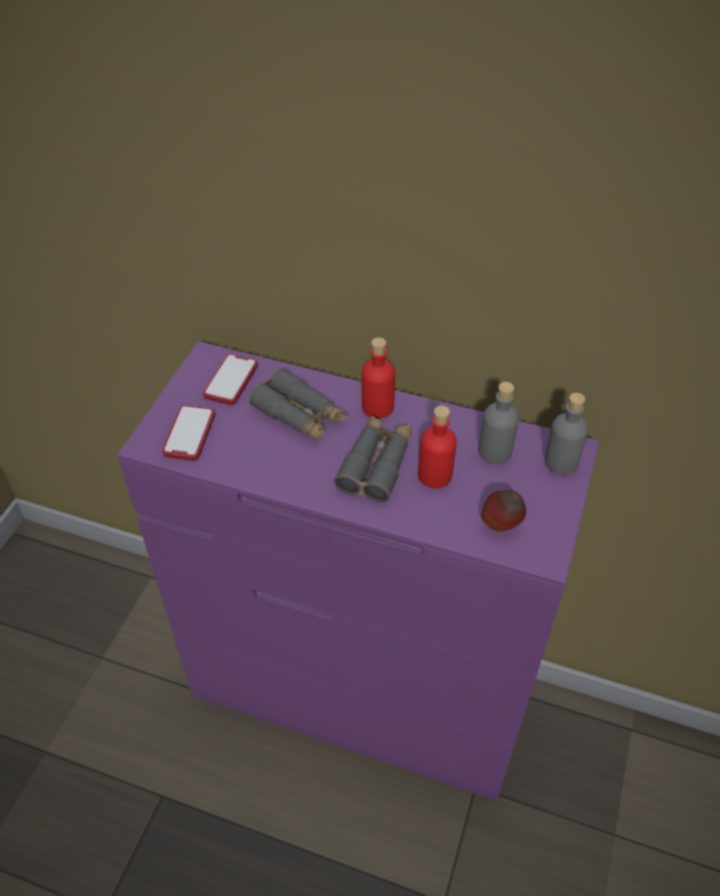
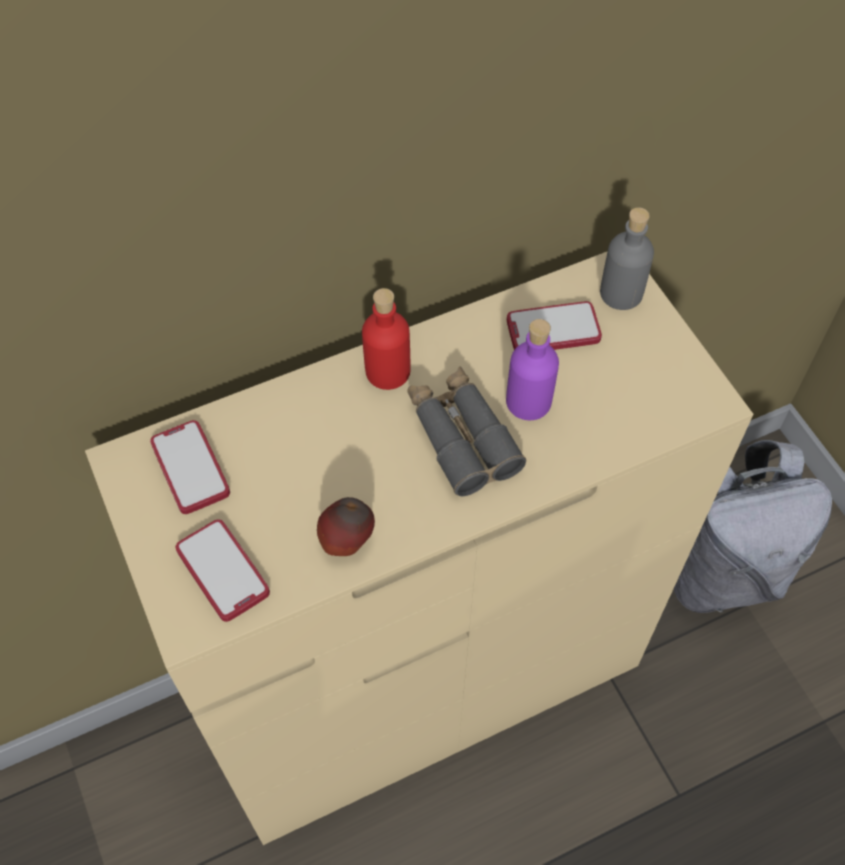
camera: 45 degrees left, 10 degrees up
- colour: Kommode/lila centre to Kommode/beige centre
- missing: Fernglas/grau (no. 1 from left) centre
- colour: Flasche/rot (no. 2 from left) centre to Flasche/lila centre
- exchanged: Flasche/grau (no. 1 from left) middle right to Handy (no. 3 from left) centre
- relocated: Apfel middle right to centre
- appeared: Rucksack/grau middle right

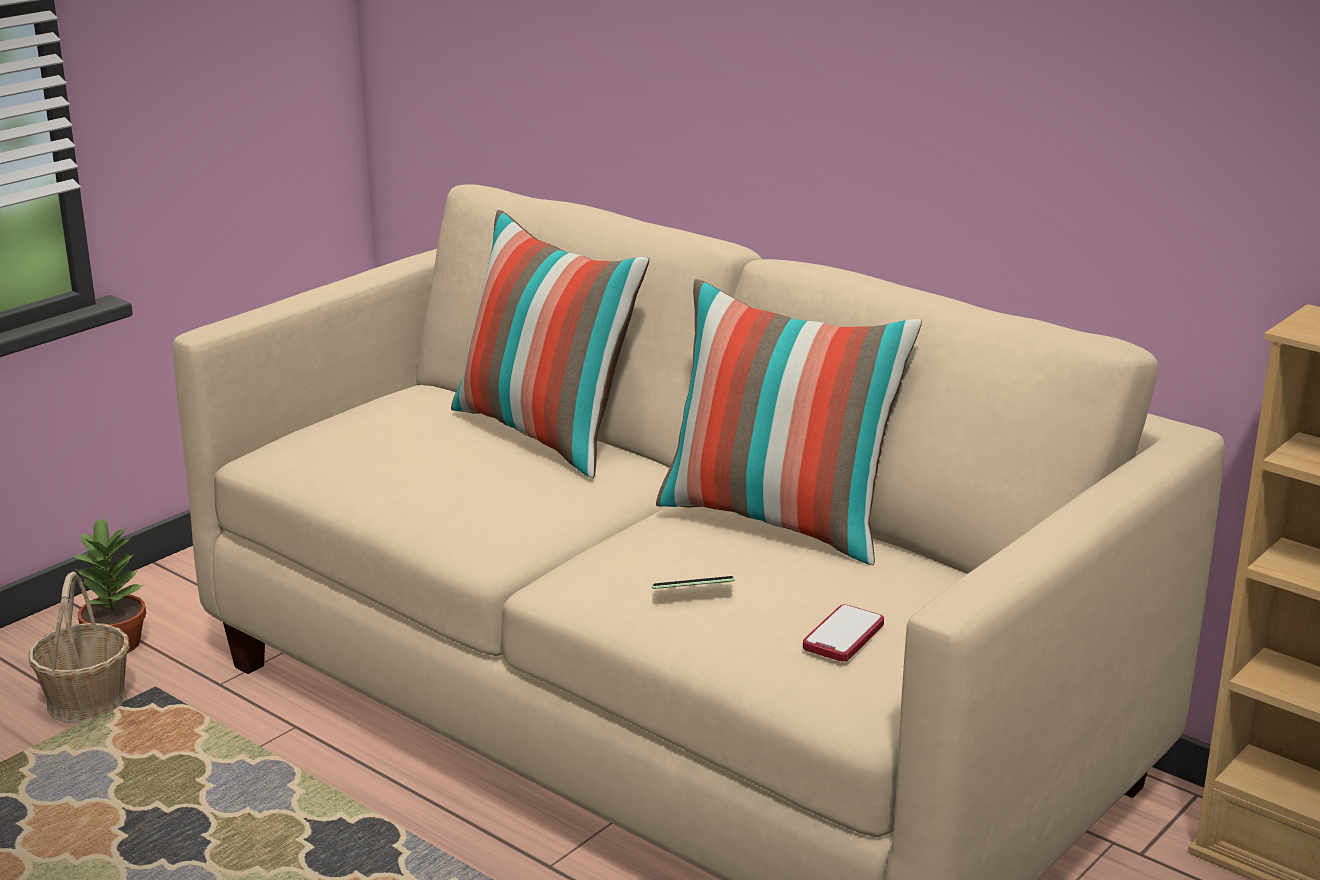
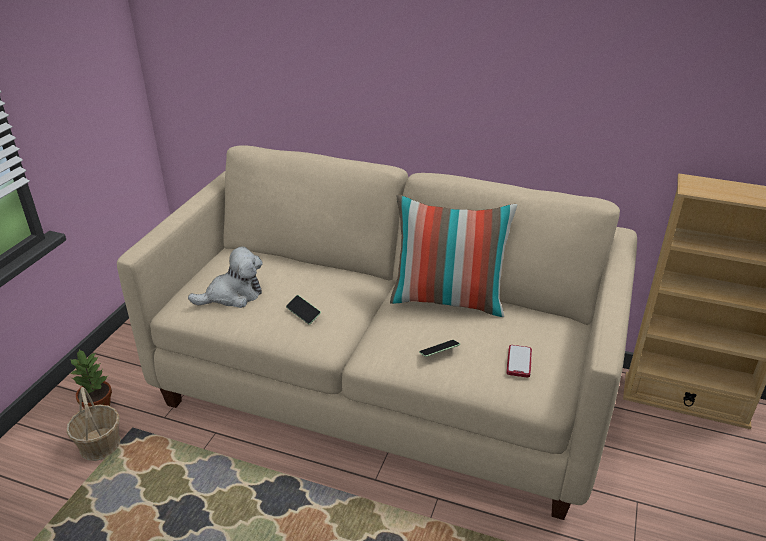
camera: 20 degrees left, 10 degrees up
- missing: Kissen (no. 1 from left) centre
- appeared: Plüschtier middle left
- appeared: Handy (no. 1 from left) centre

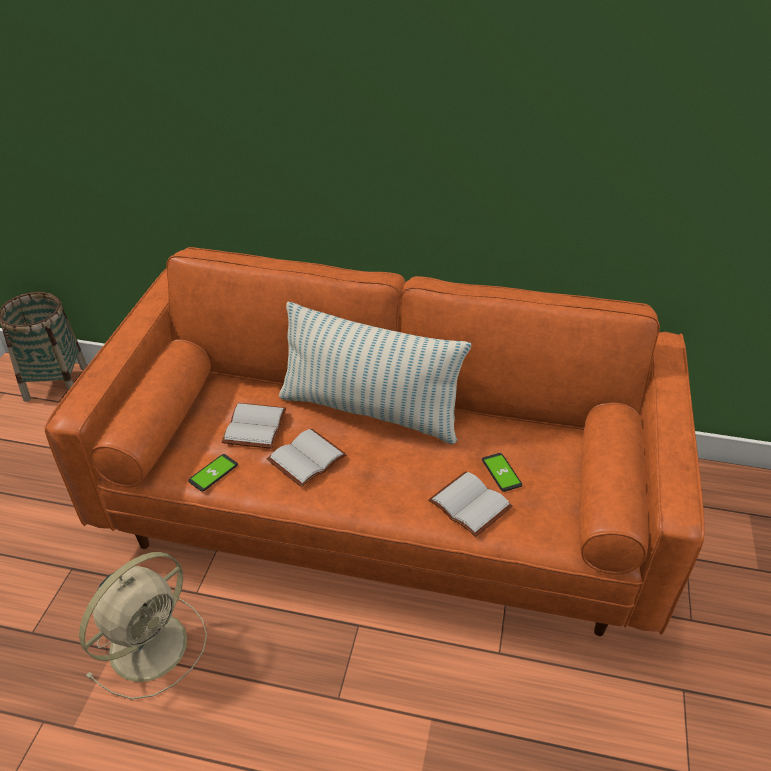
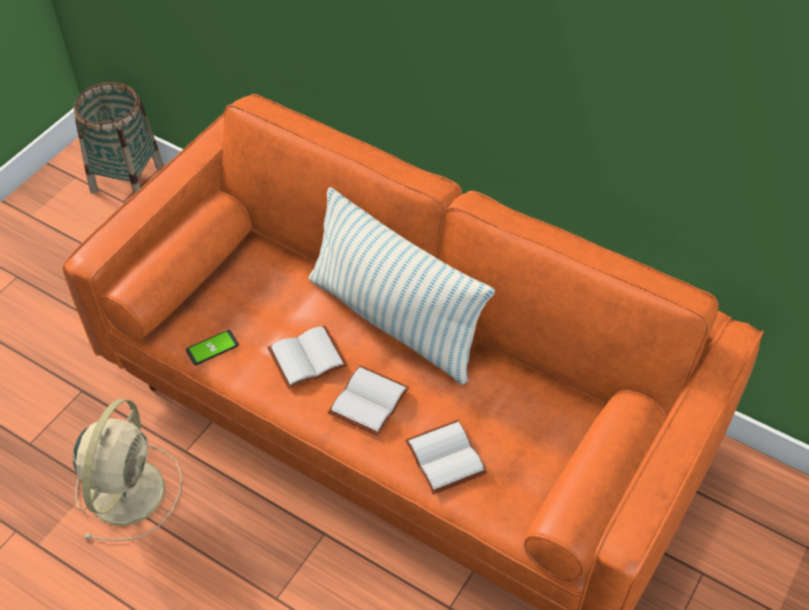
camera: 20 degrees right, 10 degrees up
- spun: Ventilator/beige bottom left = bottom left 45 degrees counterclockwise
- relocated: Buch/weiß (no. 1 from left in the first image) middle left to Buch/weiß (no. 2 from left) centre
- missing: Handy (no. 2 from left) centre

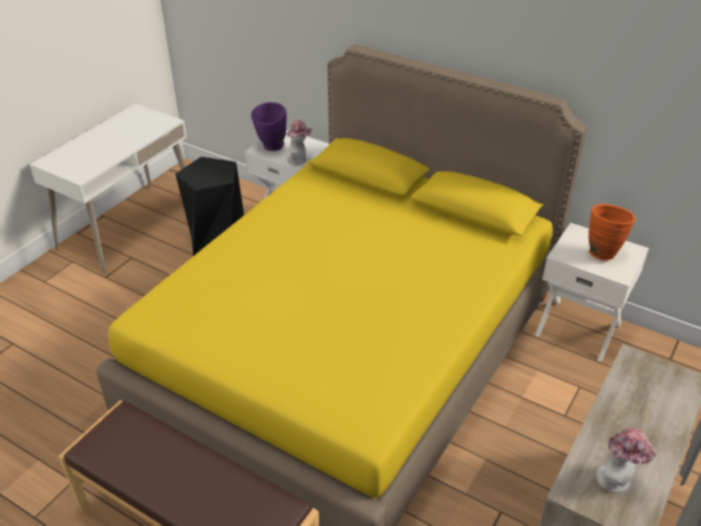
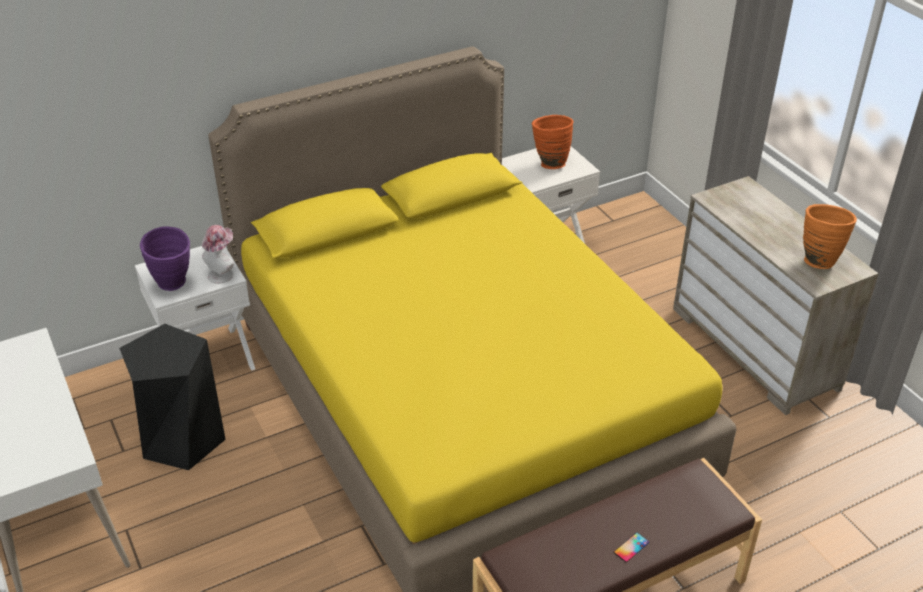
camera: 60 degrees left, 0 degrees up
- exchanged: Hut (no. 2 from left) bottom right to Vase/orange (no. 2 from left) middle right
- appeared: Handy bottom right

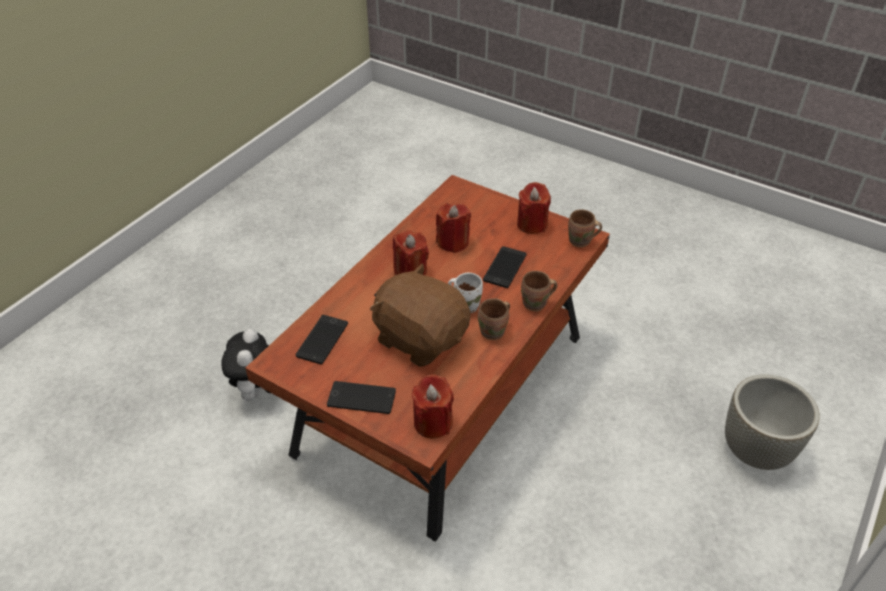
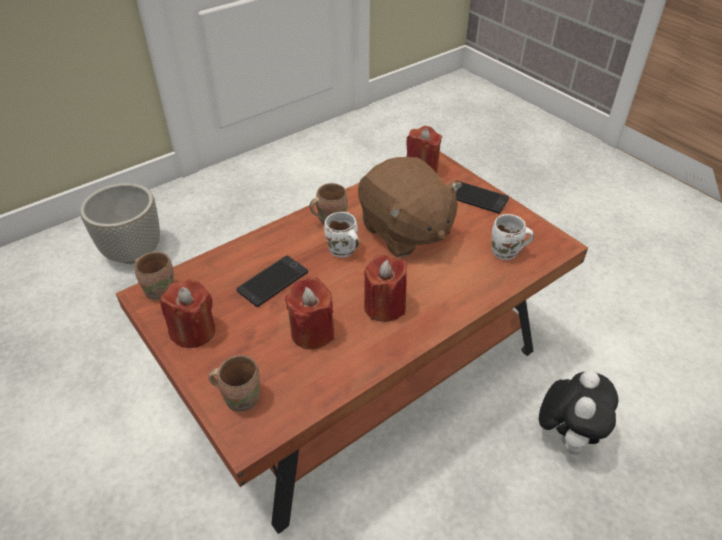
camera: 160 degrees left, 0 degrees up
- exchanged: Handy (no. 1 from left) centre to Henkelbecher/weiß (no. 2 from left) middle right
- relocated: Henkelbecher/braun (no. 2 from left) centre to bottom left

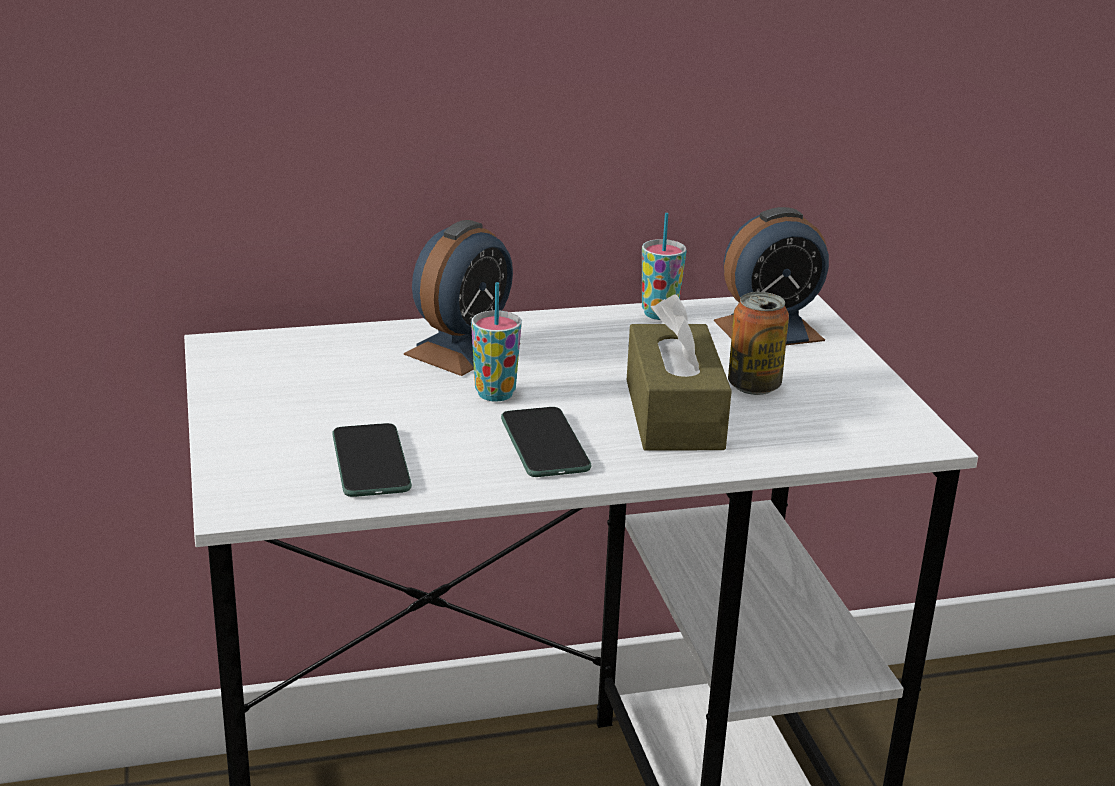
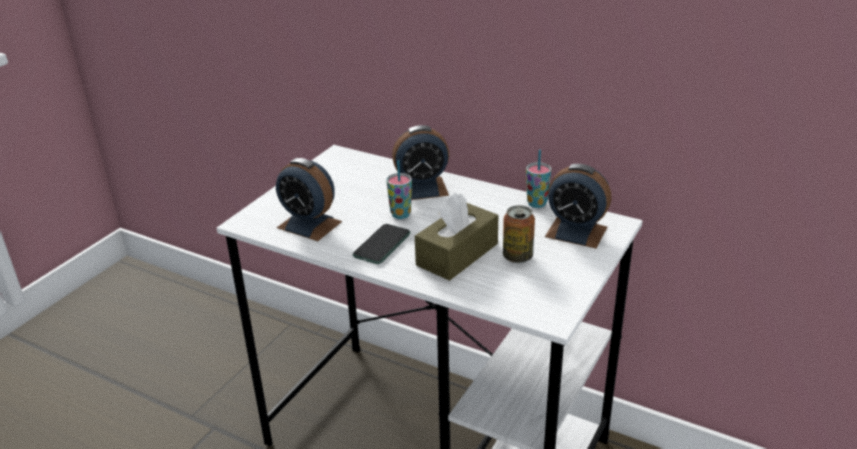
camera: 45 degrees right, 5 degrees up
- exchanged: Handy (no. 1 from left) centre to Wecker (no. 1 from left) centre

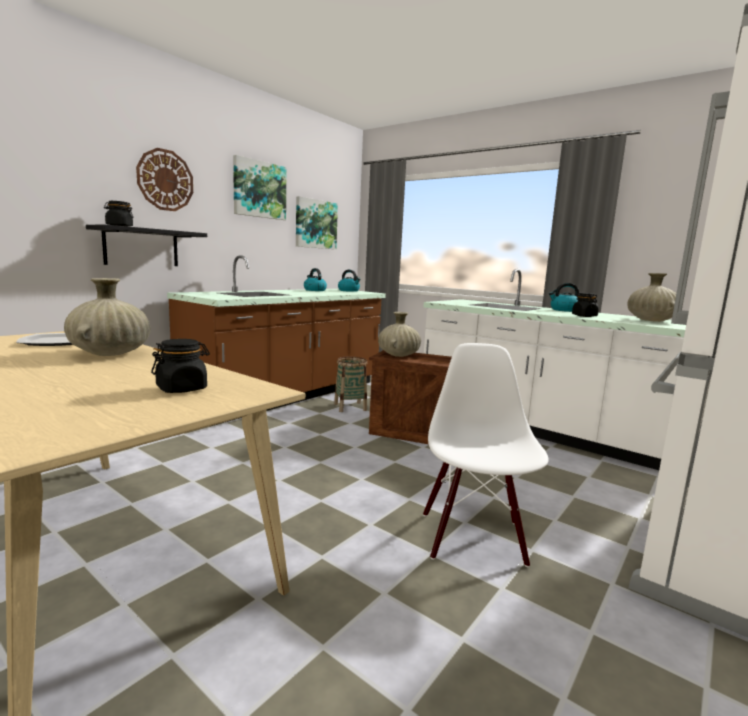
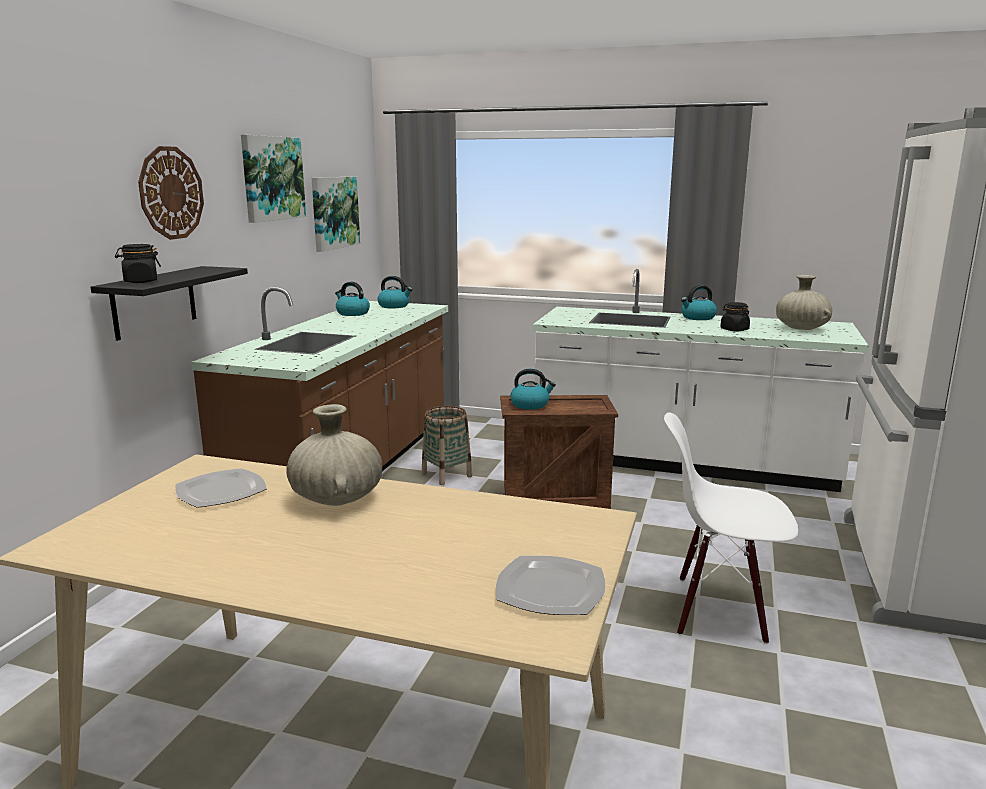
camera: 20 degrees left, 5 degrees up
- missing: Vorratsglas/schwarz (no. 2 from left) middle left
- exchanged: Vase/beige (no. 2 from left) centre to Wasserkessel (no. 3 from left) centre
- spun: Stuhl/weiß centre = bottom right 60 degrees counterclockwise
- appeared: Teller (no. 2 from left) bottom centre

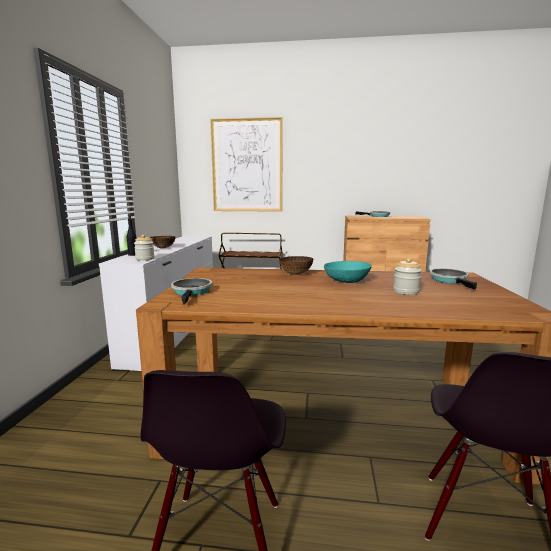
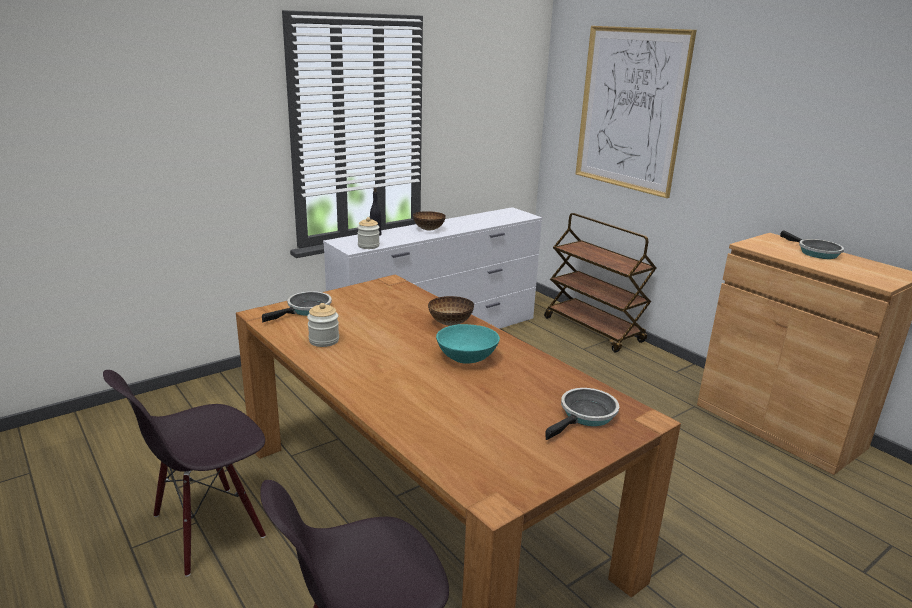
camera: 45 degrees right, 10 degrees up
- relocated: Vorratsglas (no. 2 from left in the first image) middle right to Vorratsglas (no. 1 from left) centre

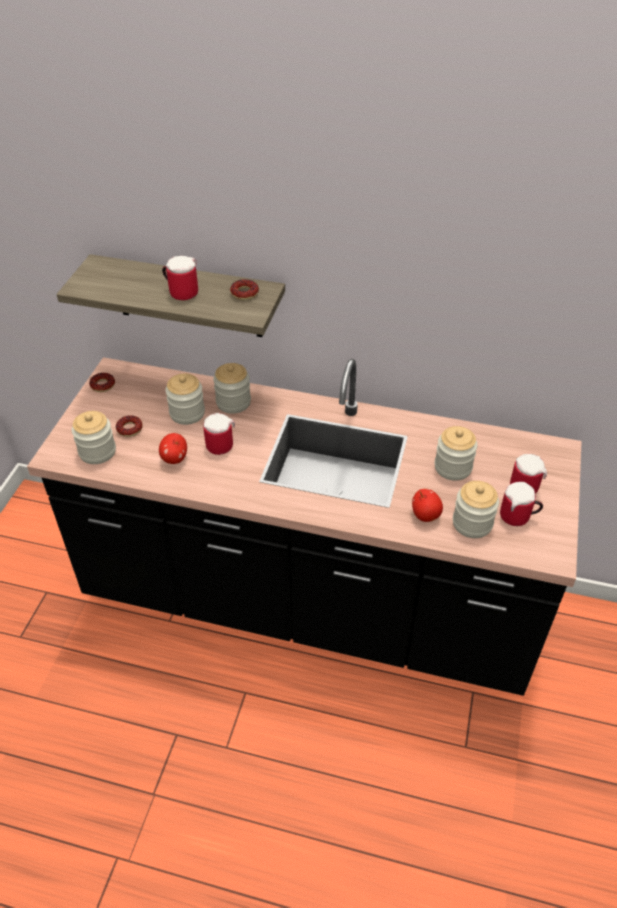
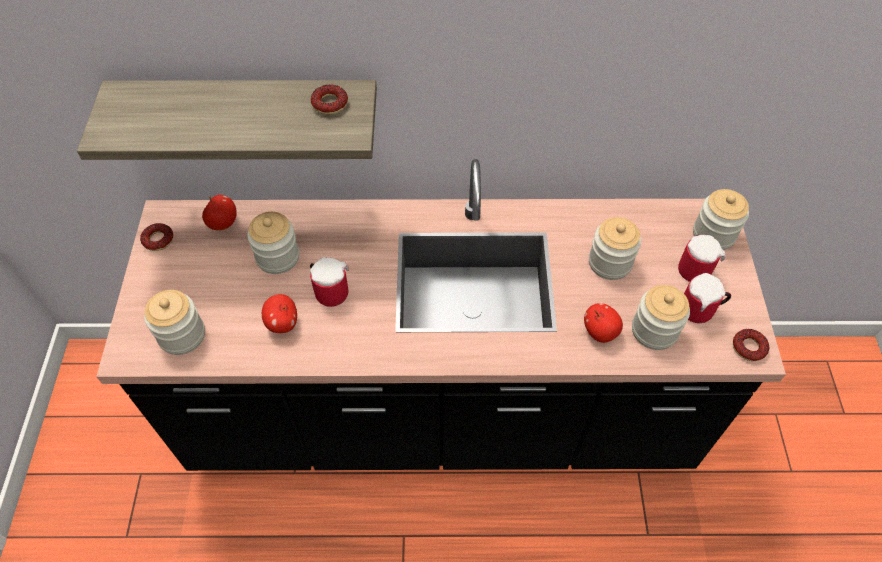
camera: 15 degrees left, 10 degrees up
- relocated: Donut (no. 2 from left in the first image) middle left to Donut (no. 3 from left) middle right
- missing: Henkelbecher (no. 1 from left) top left
- relocated: Vorratsglas (no. 3 from left in the first image) centre to Vorratsglas (no. 5 from left) middle right
- appeared: Apfel (no. 1 from left) middle left

